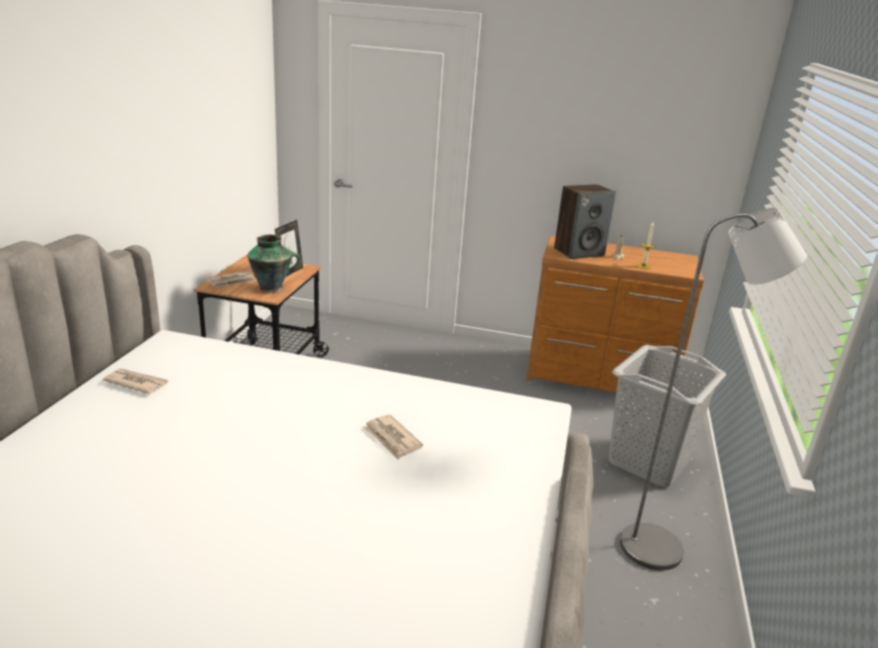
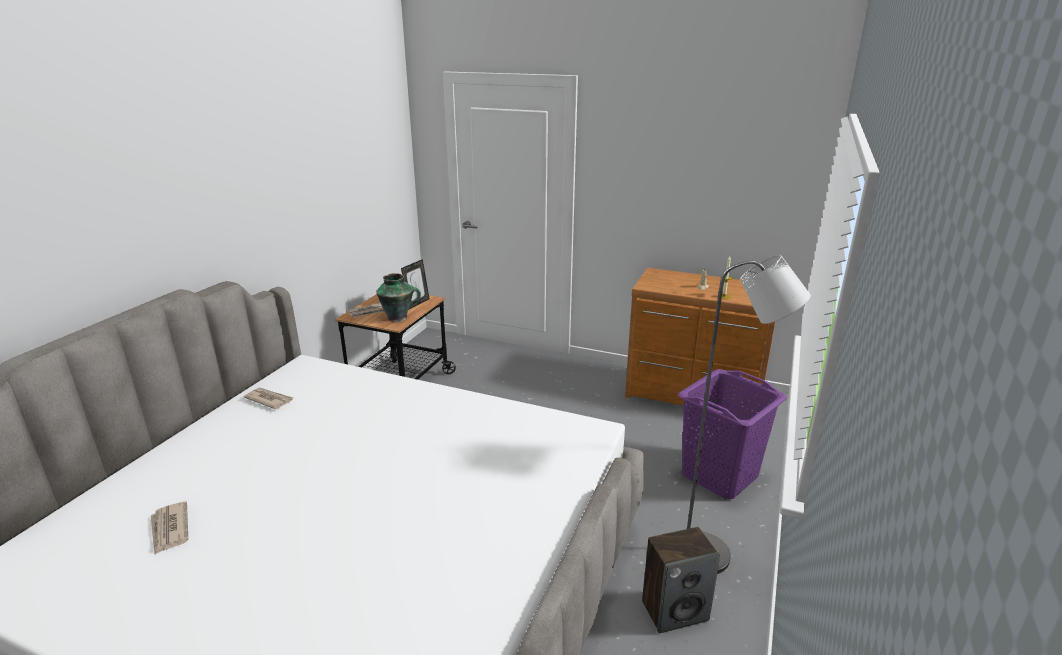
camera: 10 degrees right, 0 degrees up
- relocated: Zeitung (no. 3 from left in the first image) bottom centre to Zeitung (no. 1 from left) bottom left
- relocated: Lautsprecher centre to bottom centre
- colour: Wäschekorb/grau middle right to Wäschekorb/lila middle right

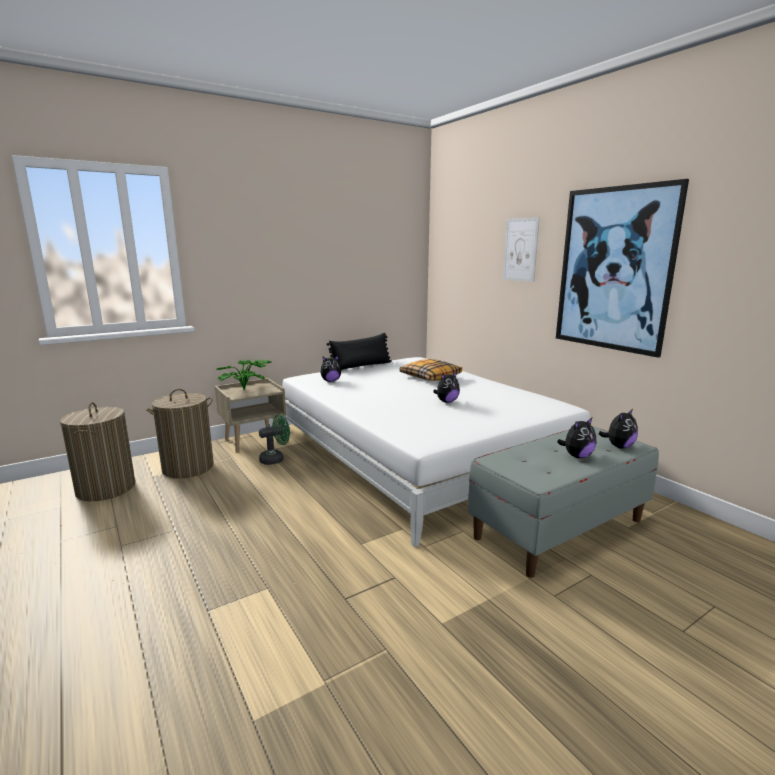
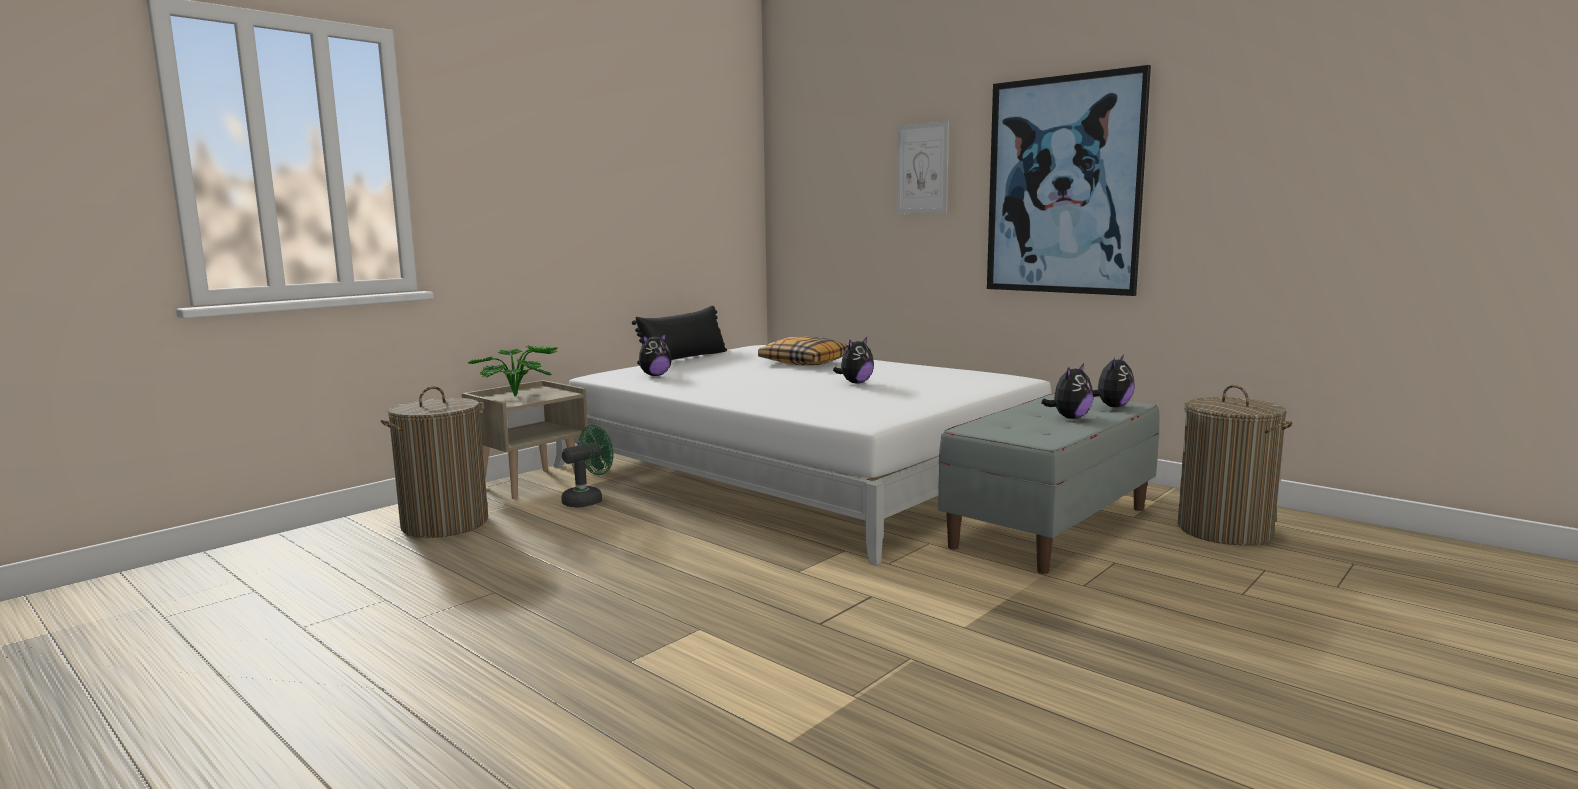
camera: 15 degrees left, 5 degrees down
- relocated: Wäschekorb (no. 1 from left in the first image) middle left to Wäschekorb (no. 2 from left) middle right

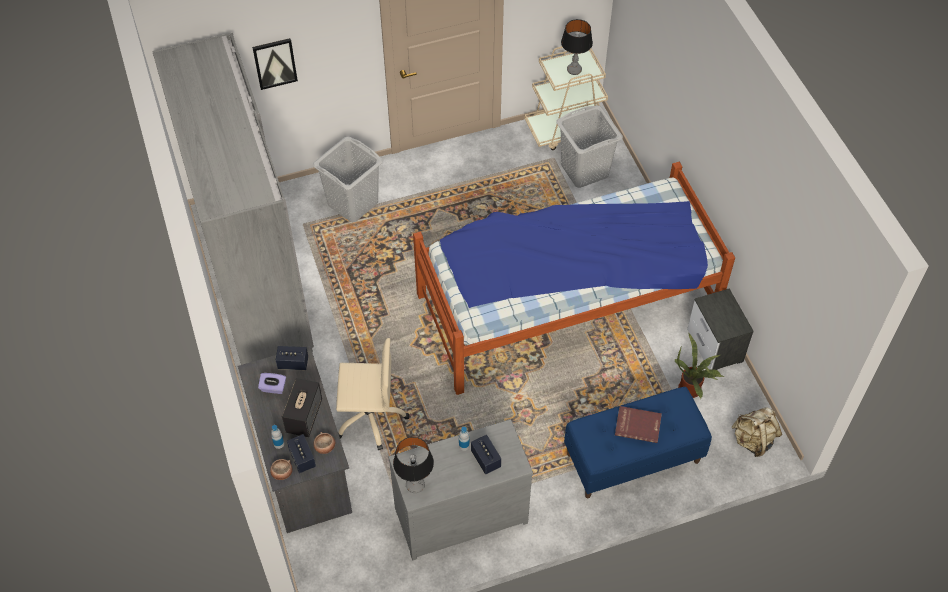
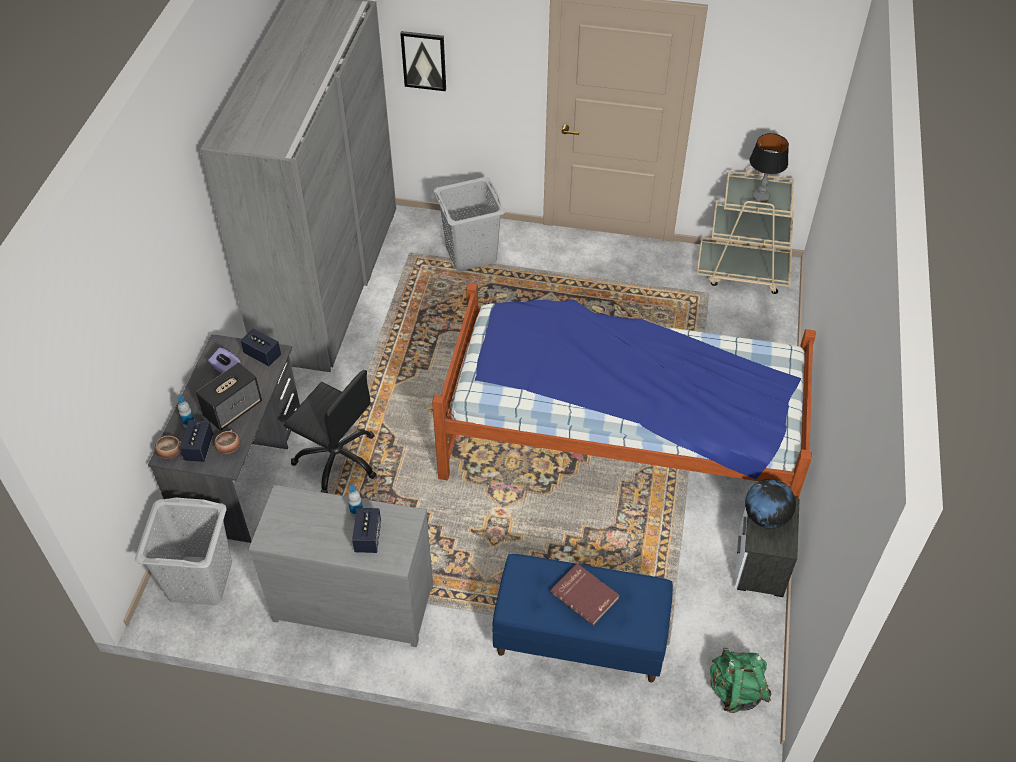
camera: 30 degrees right, 5 degrees down
- colour: Bürostuhl/beige centre to Bürostuhl/schwarz middle left
- missing: Tischlampe (no. 1 from left) bottom centre
- relocated: Wäschekorb/grau (no. 2 from left in the first image) top centre to Wäschekorb/grau (no. 1 from left) bottom left
- missing: Topfpflanze middle right
- colour: Rucksack/beige bottom right to Rucksack/grün bottom right
- appeared: Globus middle right

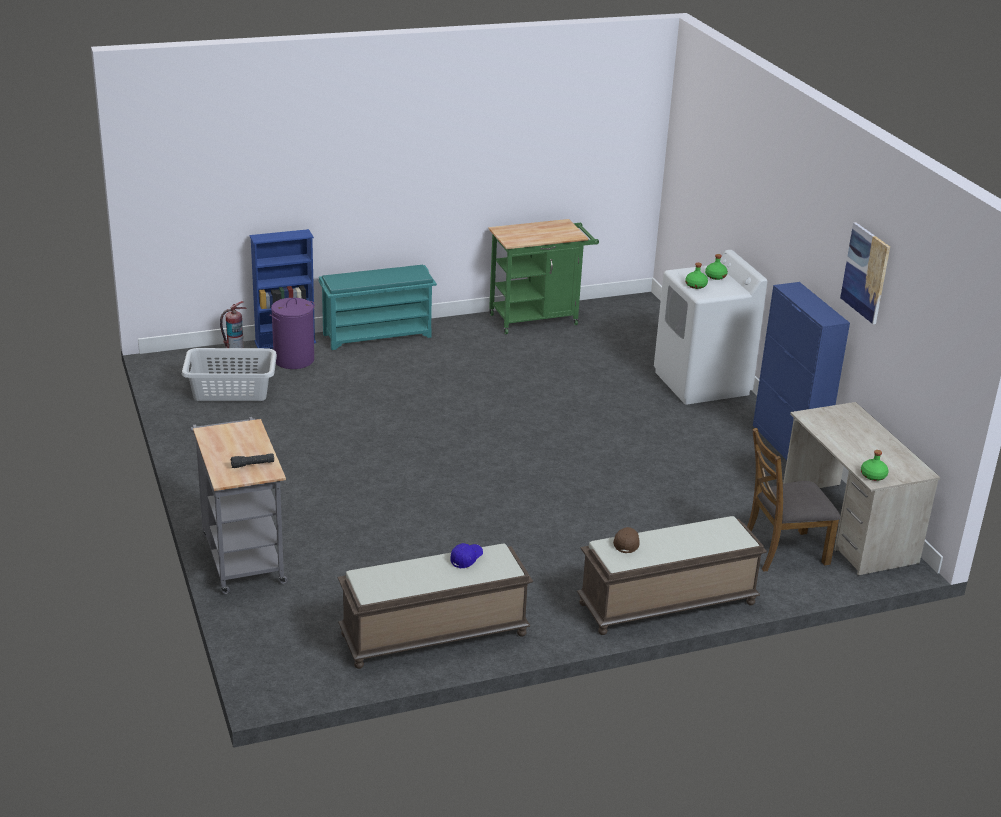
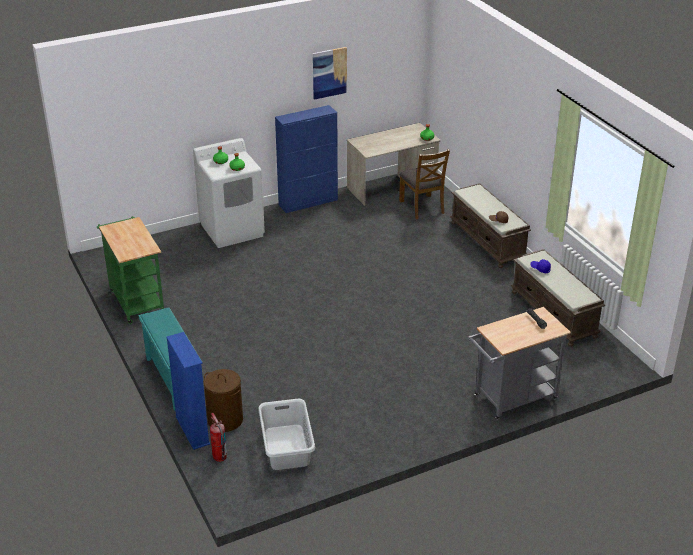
camera: 95 degrees left, 5 degrees up
- colour: Wäschekorb/lila middle left to Wäschekorb/braun bottom left

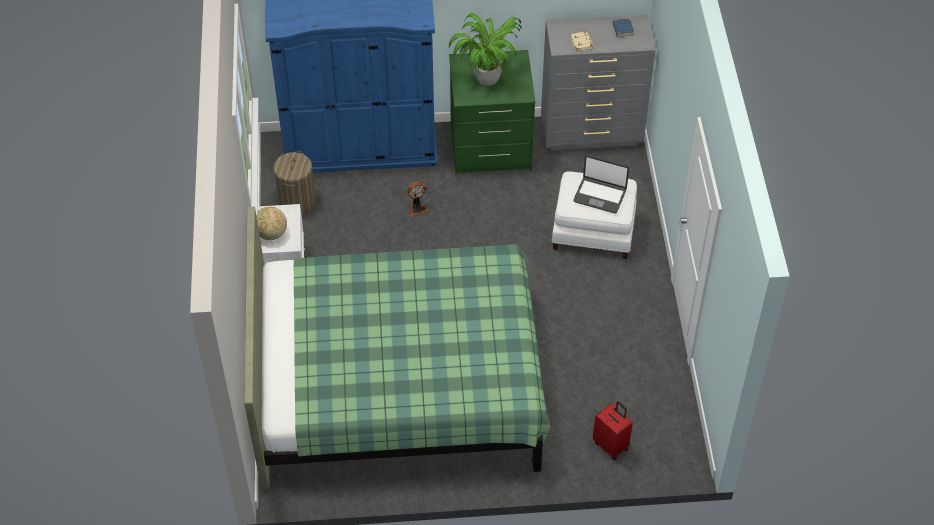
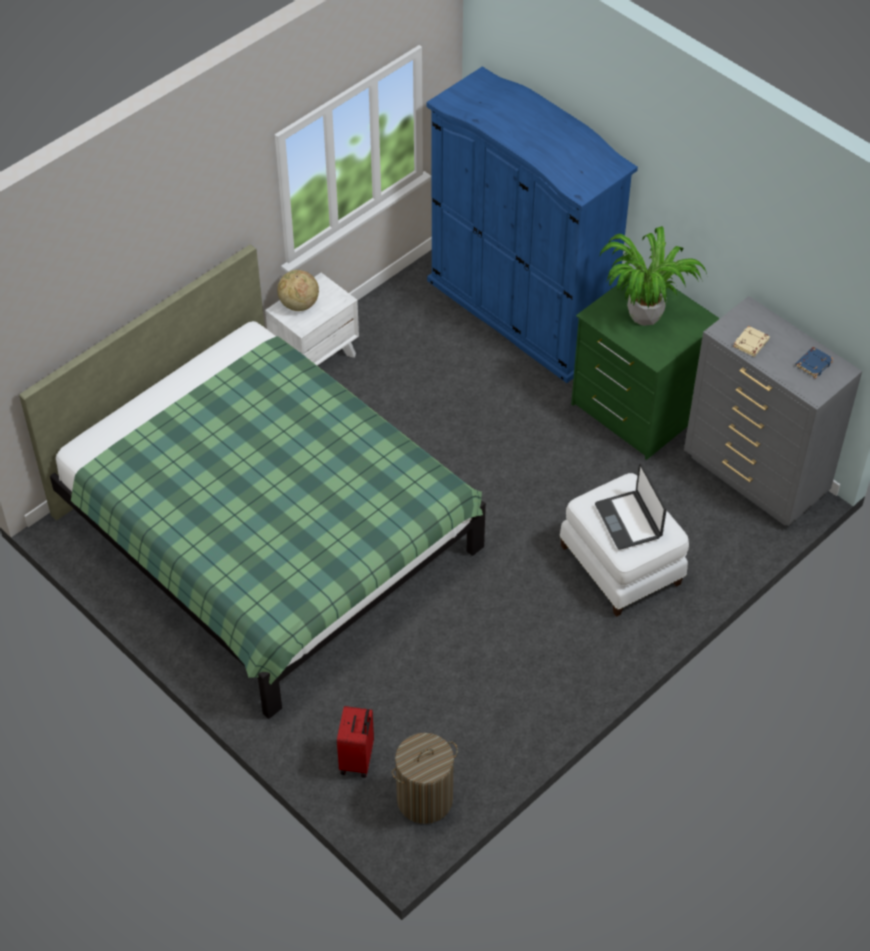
camera: 50 degrees right, 0 degrees up
- relocated: Wäschekorb middle left to bottom centre
- missing: Ventilator centre

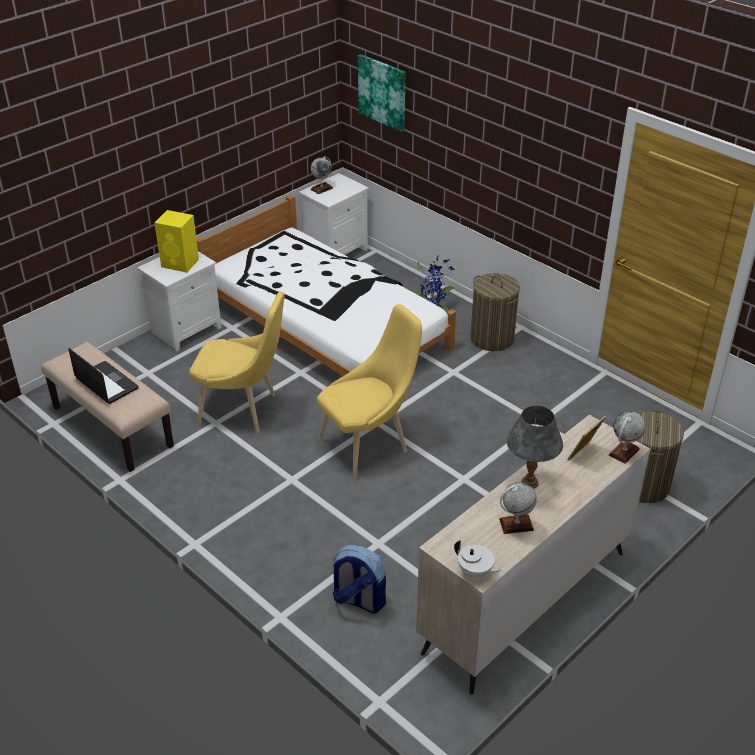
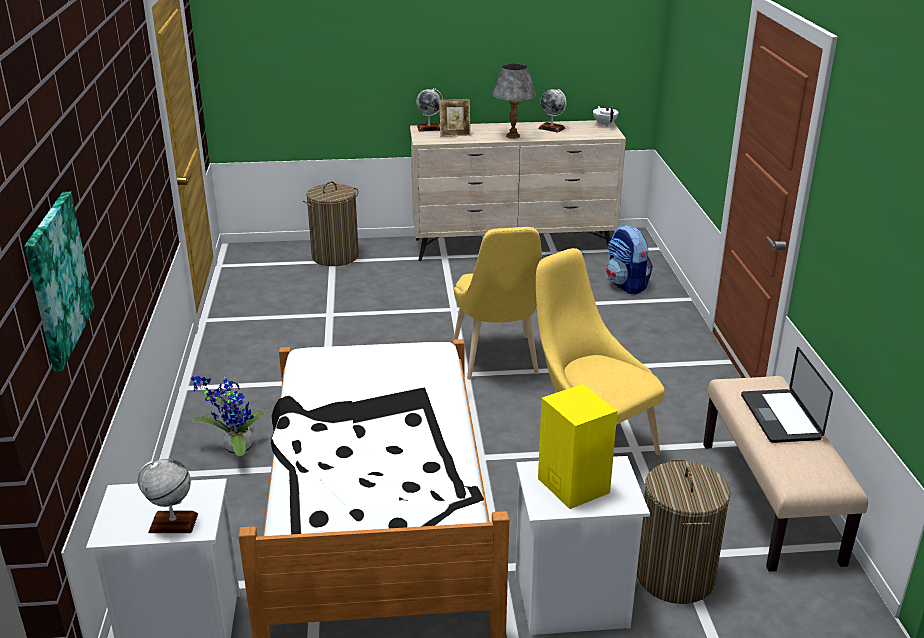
camera: 140 degrees left, 10 degrees down
- spun: Stuhl/gelb (no. 2 from left in the first image) centre = centre 105 degrees counterclockwise
- relocated: Wäschekorb (no. 1 from left in the first image) centre to Wäschekorb (no. 2 from left) bottom right

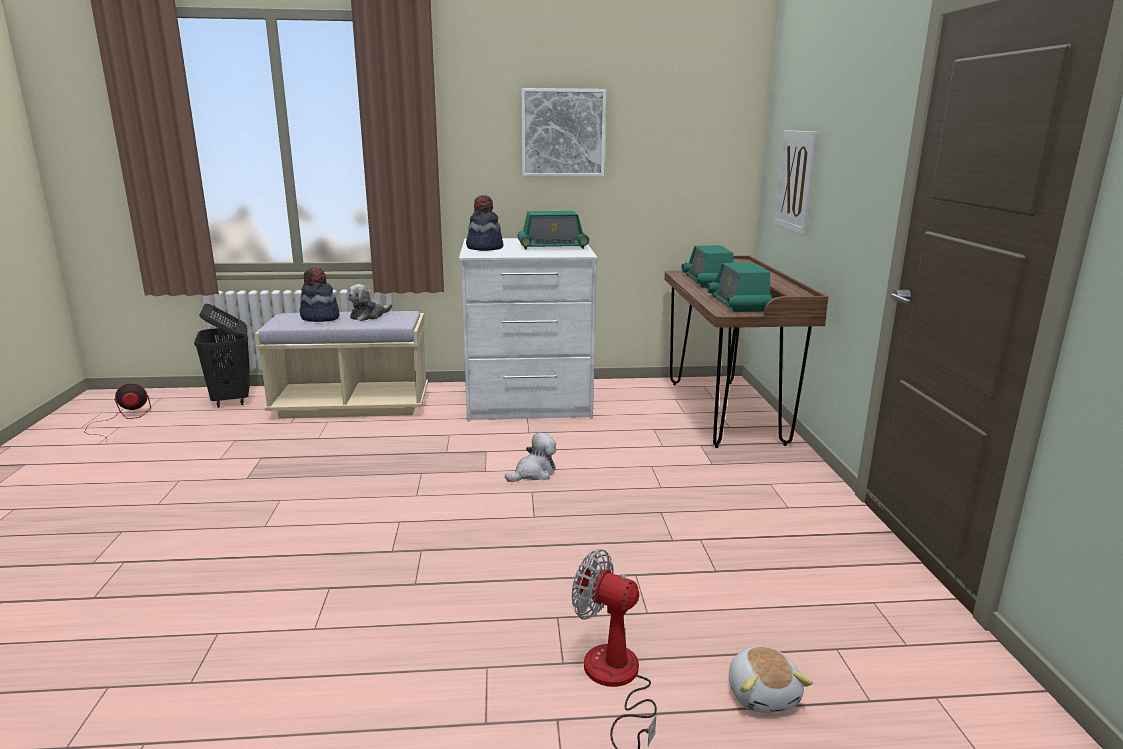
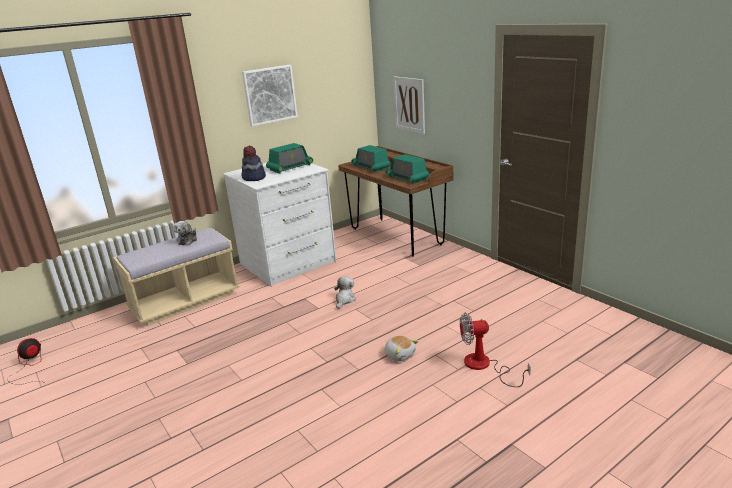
camera: 30 degrees left, 5 degrees up
- missing: Wäschekorb/schwarz middle left
- missing: Hut (no. 1 from left) middle left
- relocated: Plüschtier (no. 3 from left) bottom right to bottom centre

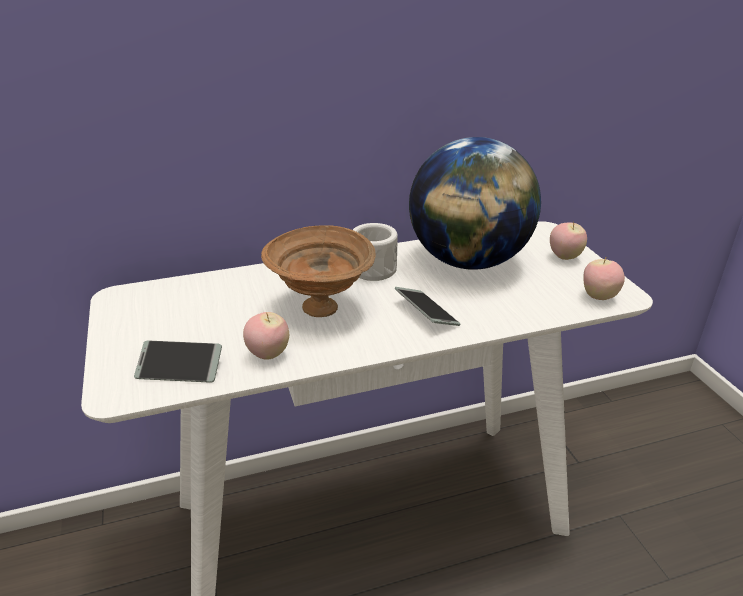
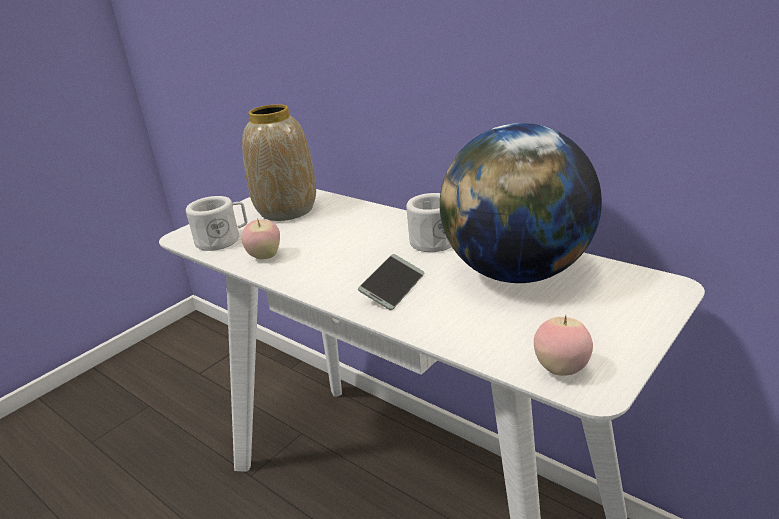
camera: 60 degrees right, 5 degrees down
- exchanged: Handy (no. 1 from left) middle left to Henkelbecher/weiß (no. 1 from left) middle left
- missing: Schüssel/braun centre
- missing: Apfel (no. 2 from left) middle right
- appeared: Vase top centre

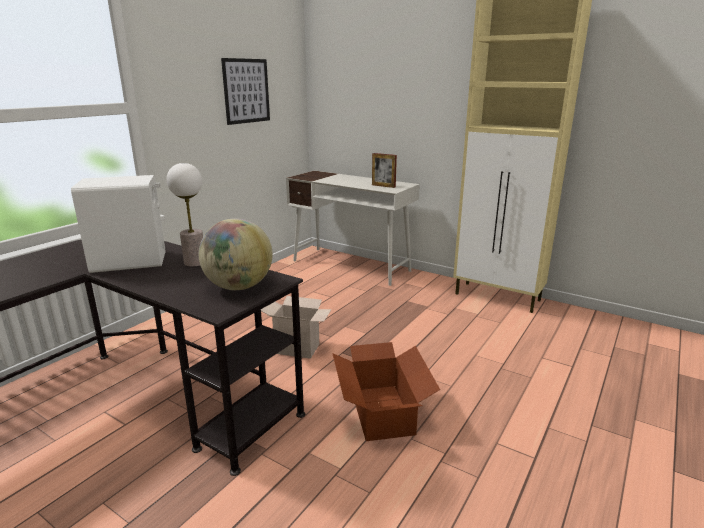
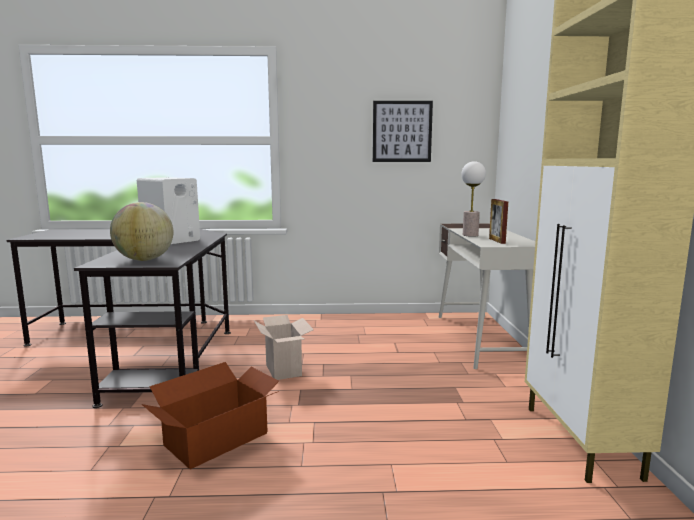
camera: 55 degrees right, 10 degrees down
- relocated: Tischlampe middle left to middle right

